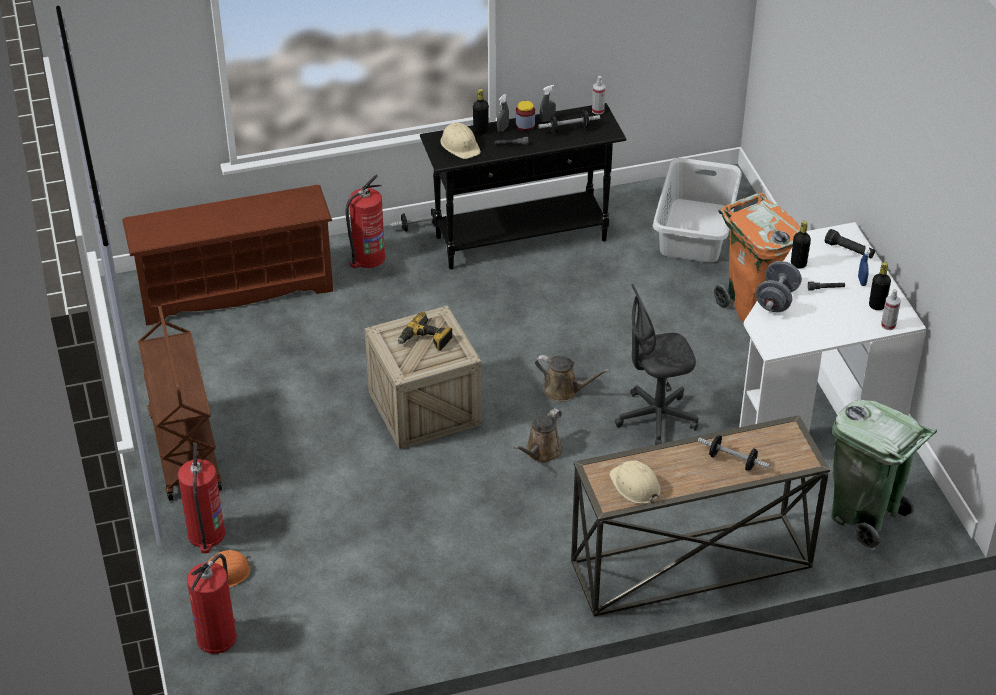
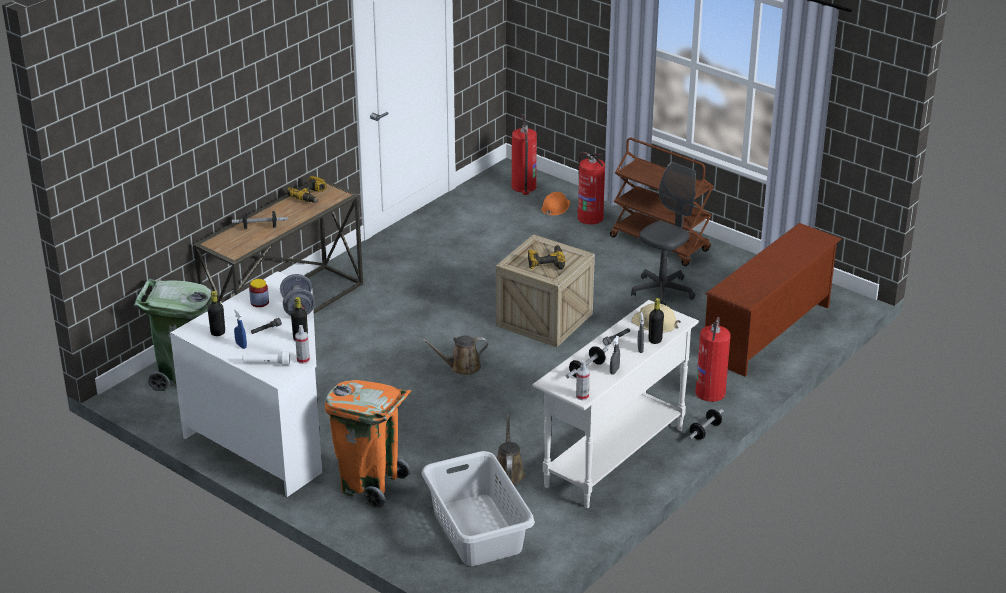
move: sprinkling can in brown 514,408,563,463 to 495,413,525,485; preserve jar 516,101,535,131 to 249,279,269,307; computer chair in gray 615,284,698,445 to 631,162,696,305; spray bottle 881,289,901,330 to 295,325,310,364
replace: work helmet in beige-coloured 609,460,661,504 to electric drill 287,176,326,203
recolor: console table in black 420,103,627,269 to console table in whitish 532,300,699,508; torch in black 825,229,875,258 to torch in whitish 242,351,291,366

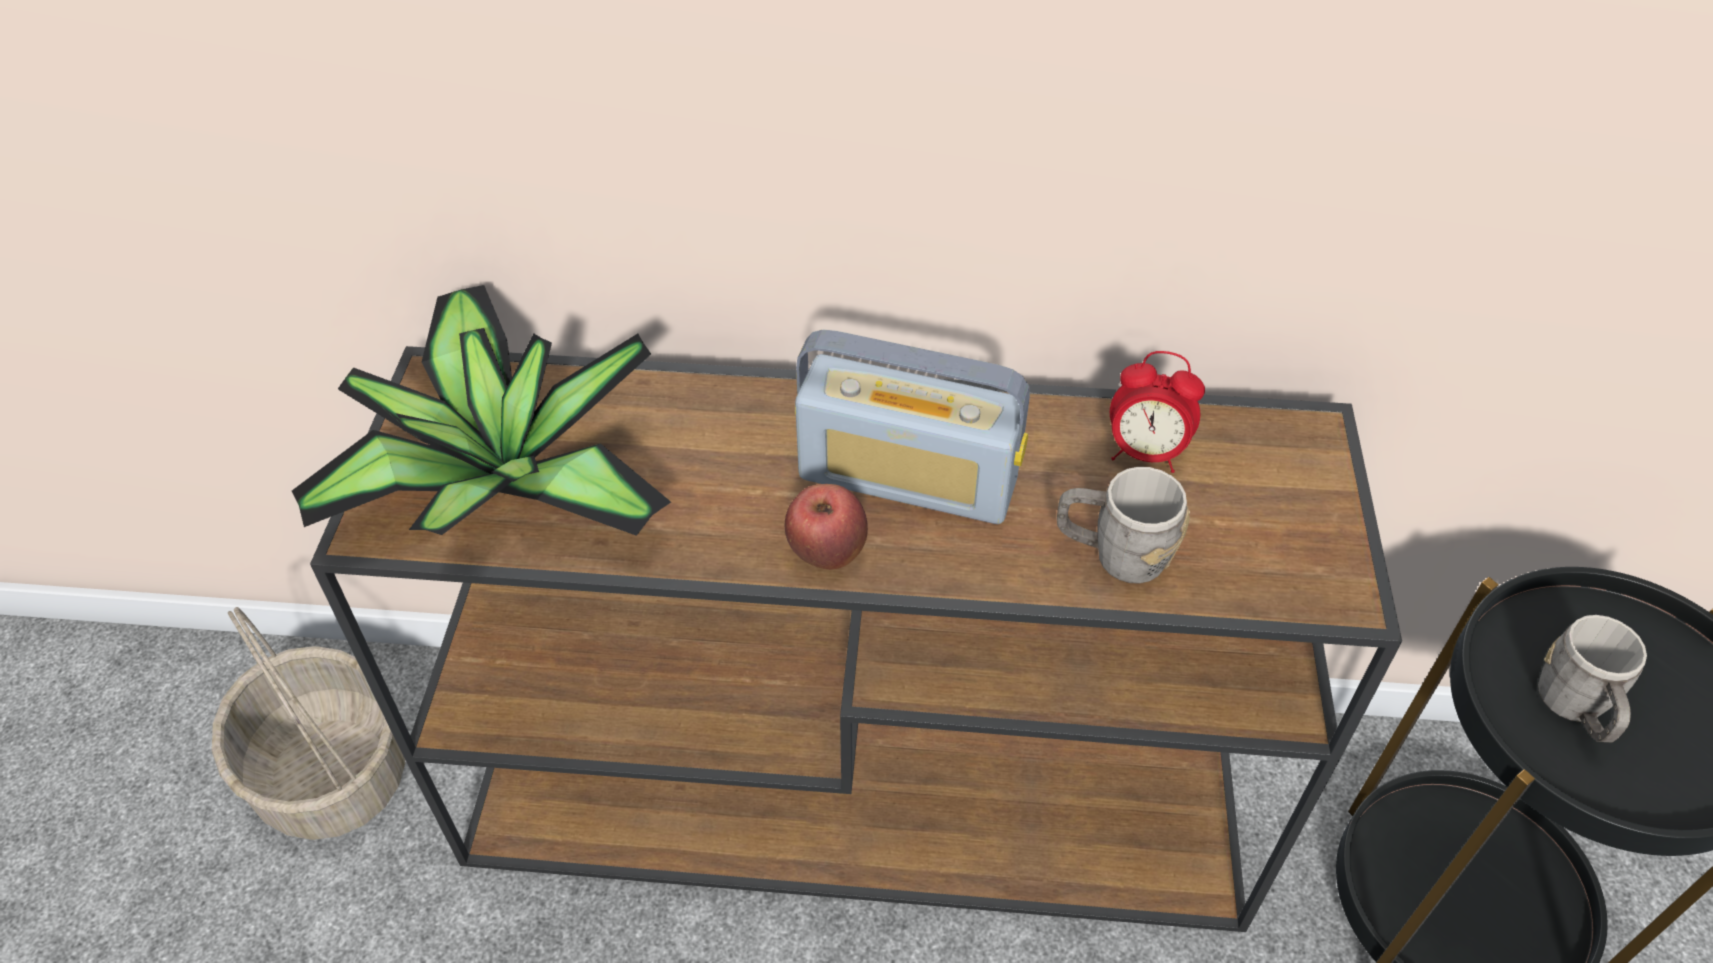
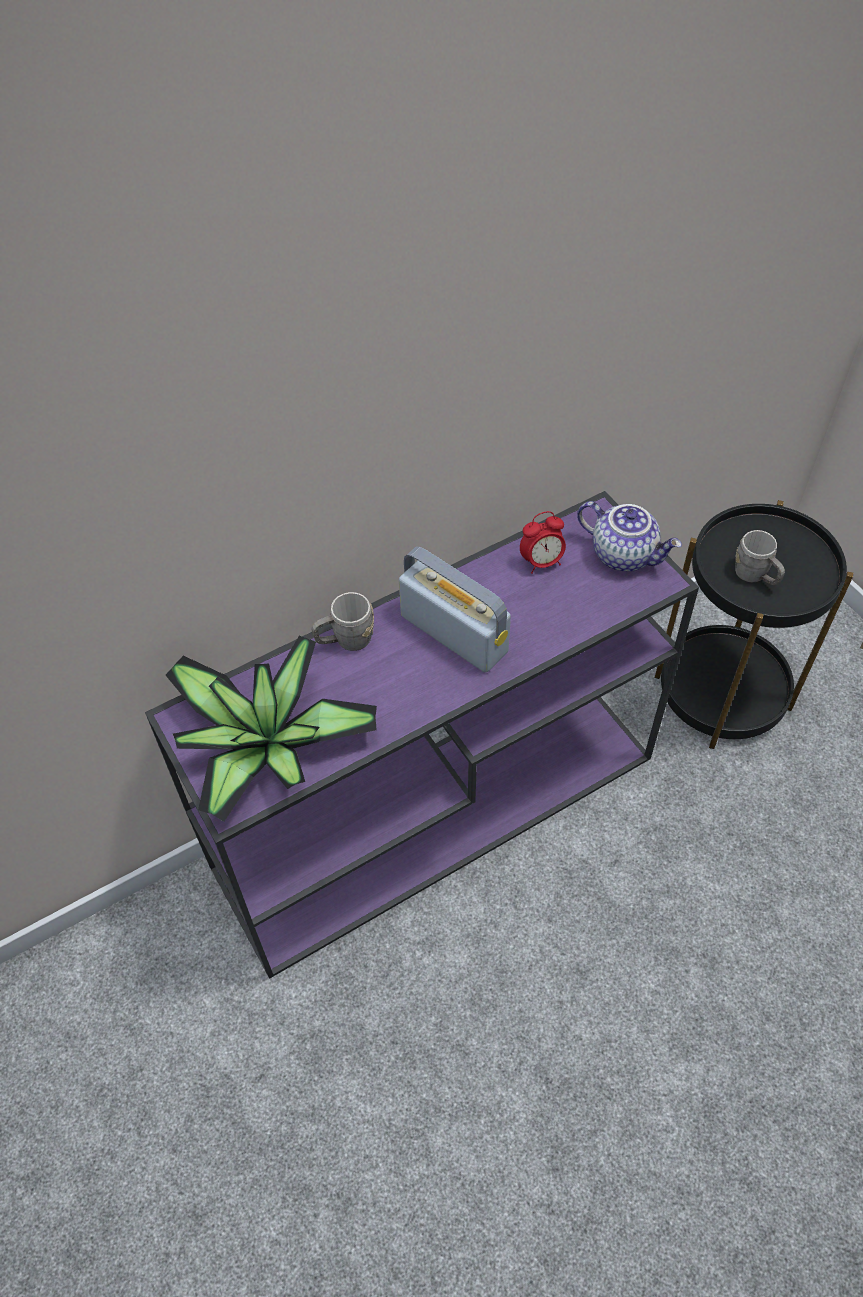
delete: basket 212,607,405,840; whole apple 785,484,868,570
insert: pot for tea 577,501,682,571
move: coffee mug in gray 1057,467,1190,584 to 311,592,374,651
recolor: console table in brown 310,346,1402,932 to console table in purplish 145,491,699,979
rotate: radio 795,330,1030,524 = 399,546,511,673 120 degrees counterclockwise

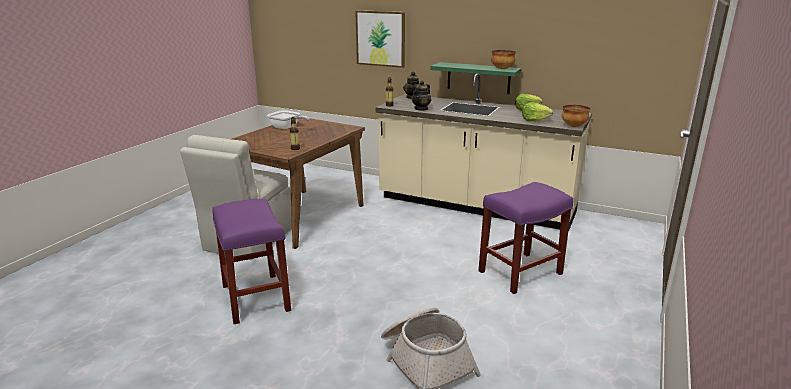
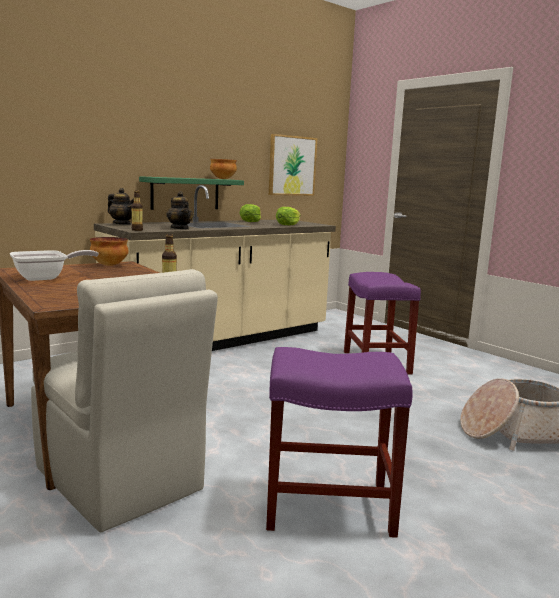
move: wall picture 355,10,405,68 to 269,134,317,196; serving bowl 561,105,590,127 to 90,237,128,266

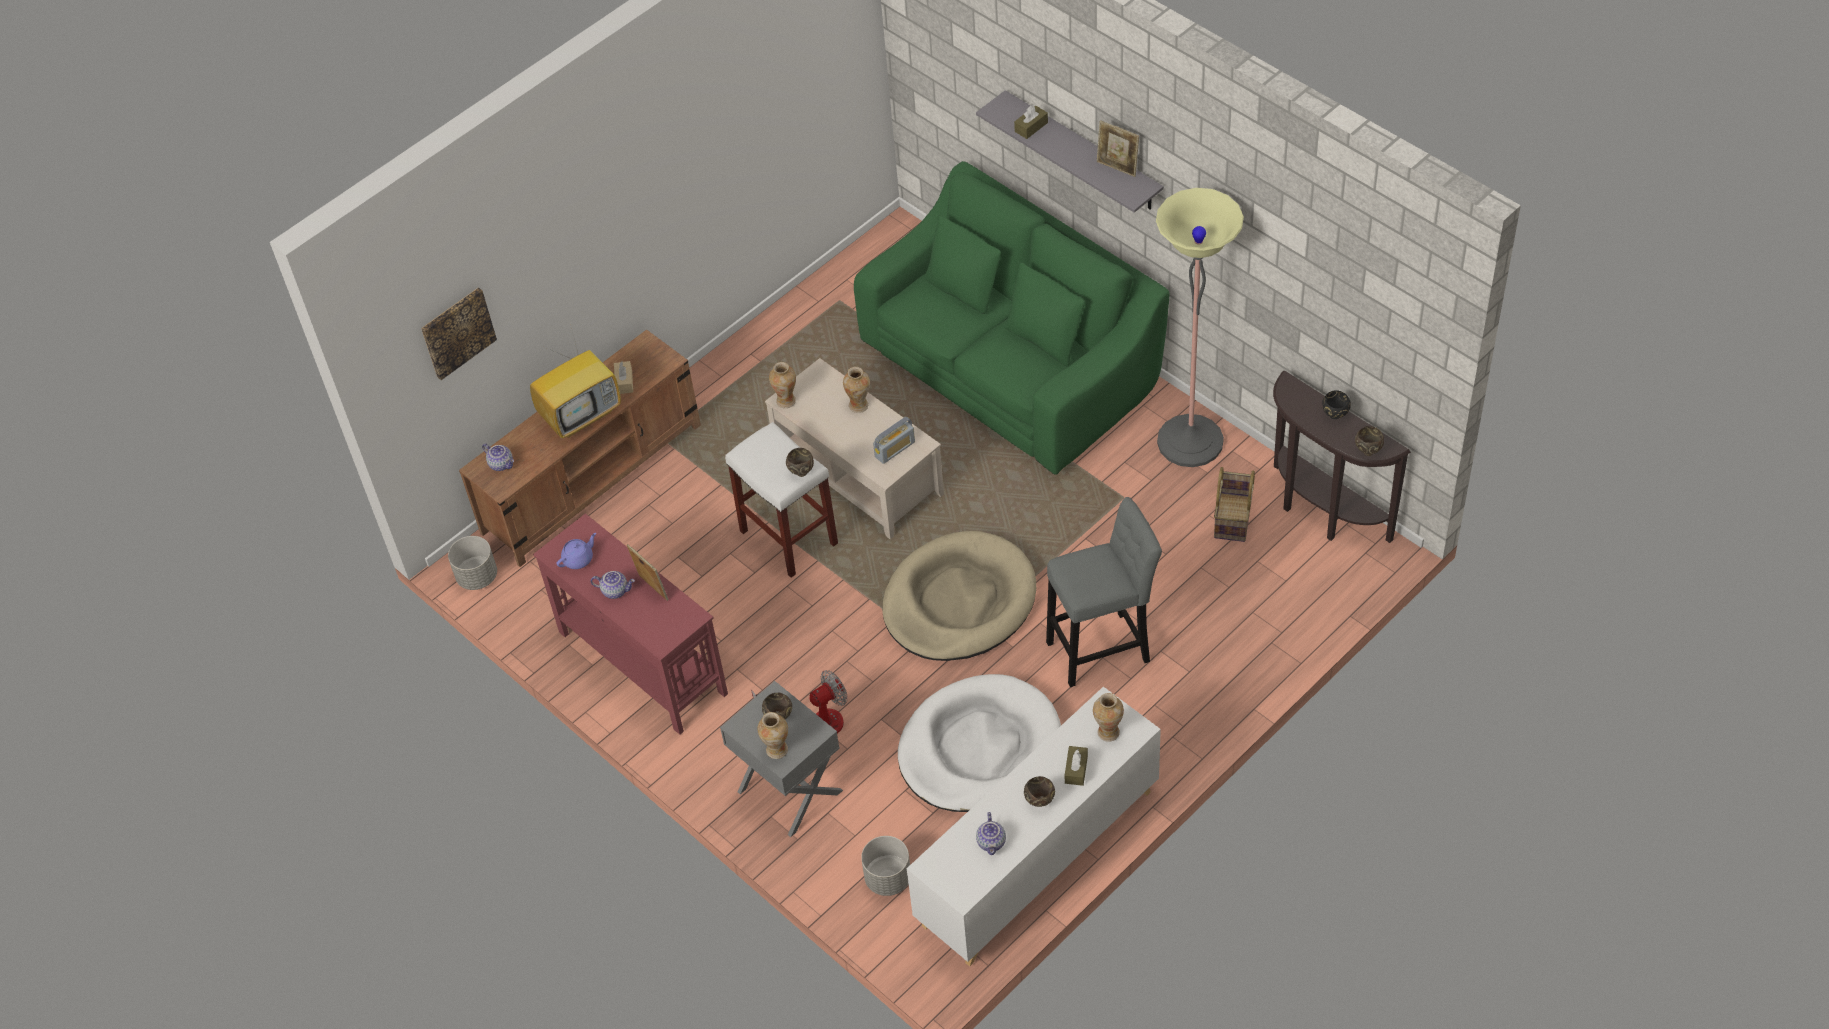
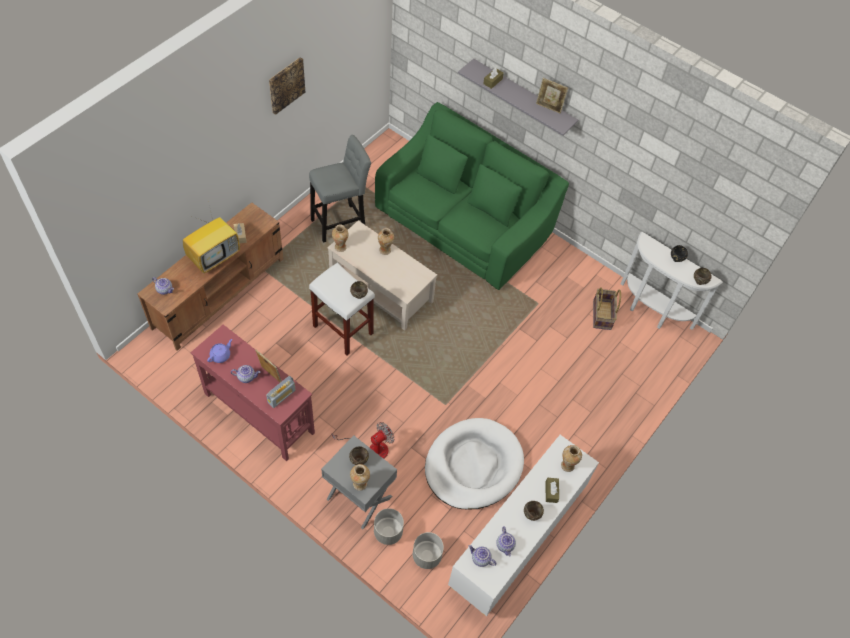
delete: dog bed in beige-coloured 882,531,1036,661; standard lamp 1156,188,1244,467
insert: pot for tea 469,545,496,567
move: wall picture 421,288,497,380 to 269,57,305,115; plant pot in gray 448,536,497,590 to 374,508,404,545; radio 873,417,915,464 to 266,376,296,408; sitting stool in gray 1046,497,1162,687 to 309,135,371,243
recolor: console table in brown 1273,371,1411,543 to console table in whitish 621,232,723,330

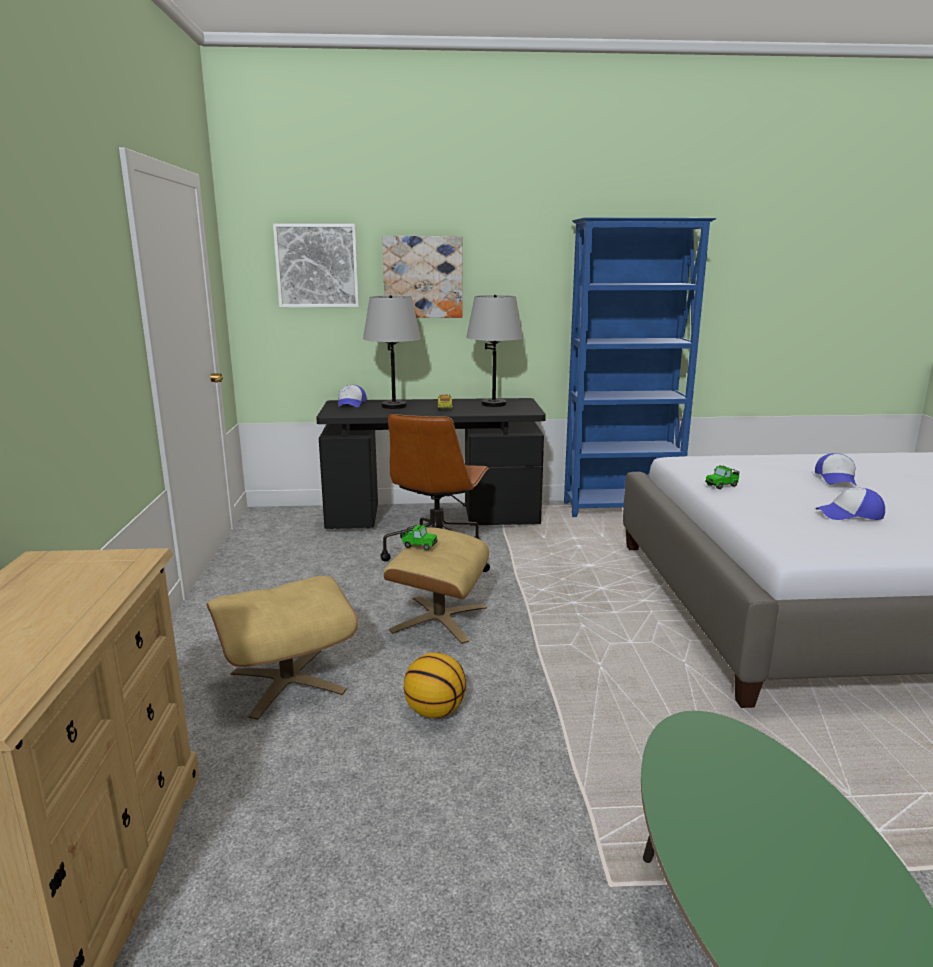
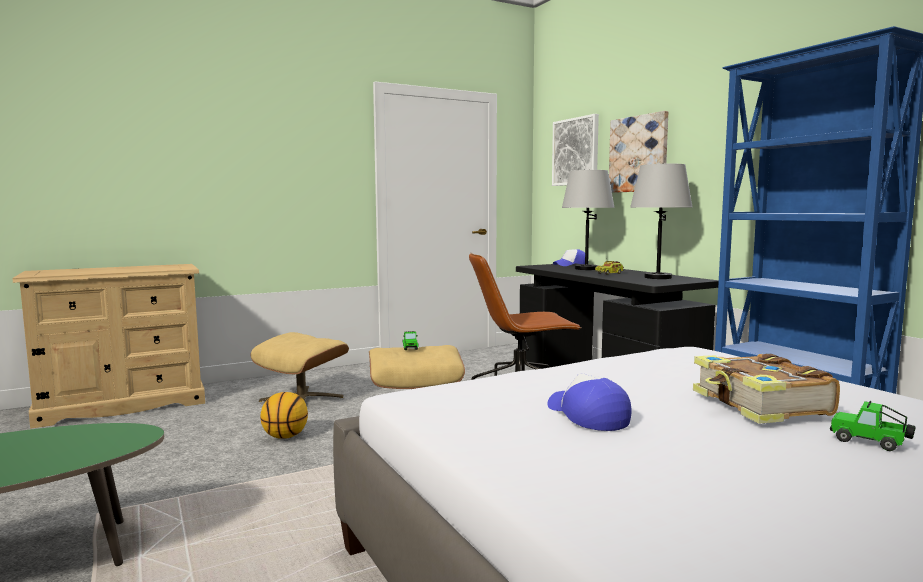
move: miniature car 705,465,739,489 to 830,401,916,451
replace: baseball cap 815,453,857,486 to book 693,353,840,424

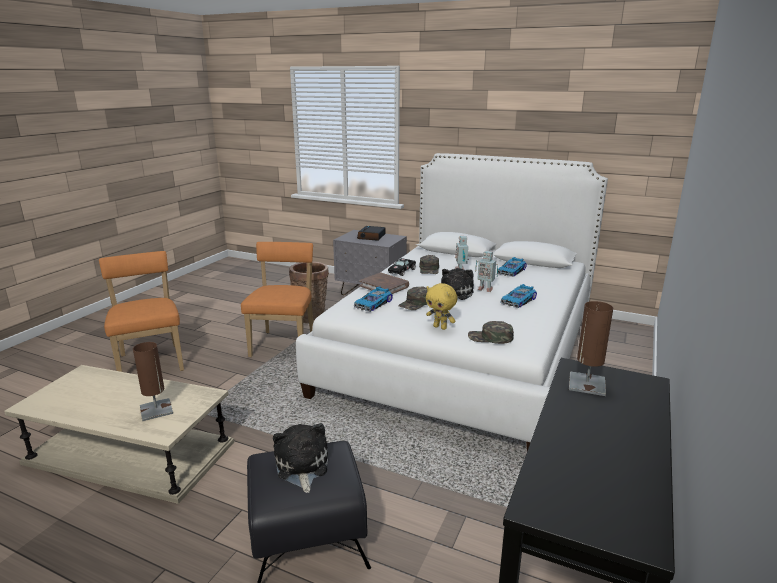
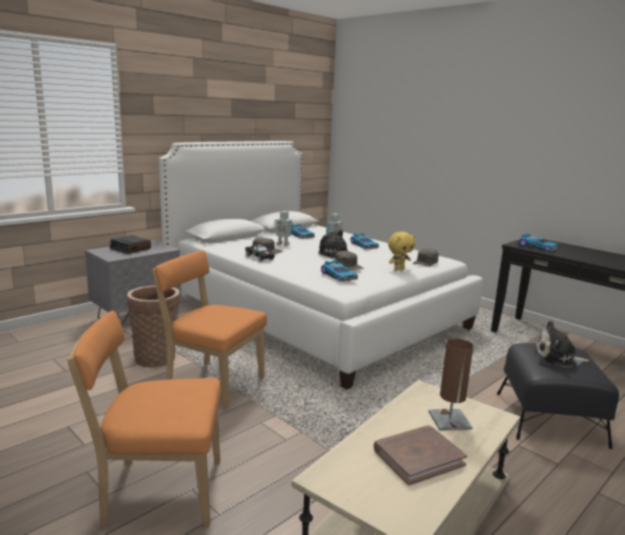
move: book in brown 359,273,409,294 to 374,425,467,486
replace: table lamp in brown 569,301,613,396 to miniature car 519,233,558,251

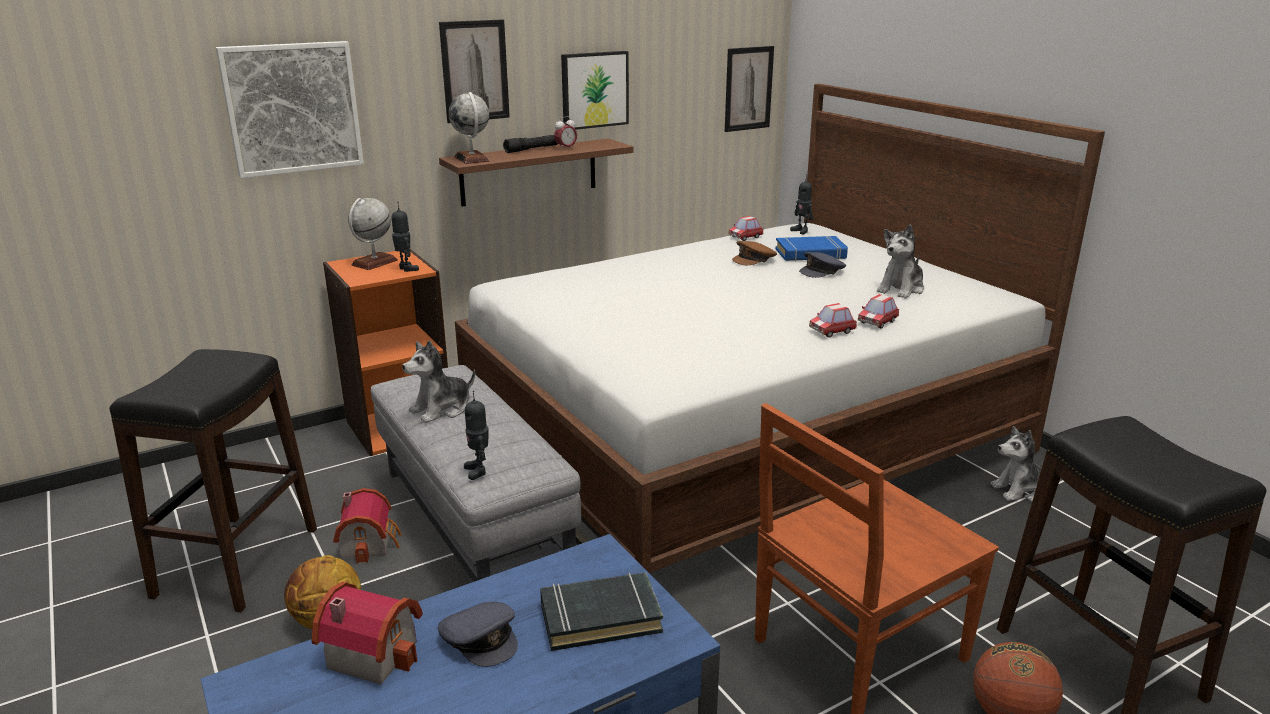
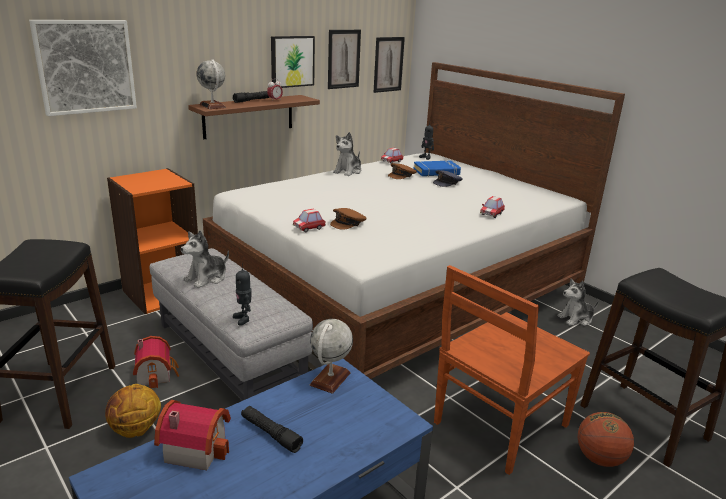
delete: model robot 392,205,419,272; book in black 540,572,663,651
insert: baseball cap in brown 330,208,367,230
move: globe 348,198,398,270 to 310,319,353,394; wall picture 439,20,510,123 to 328,30,361,89; miniature car 809,303,857,337 to 293,208,326,232; plush toy 877,225,924,299 to 333,132,361,176
replace: baseball cap in gray 438,602,518,667 to torch in black 241,406,303,453

